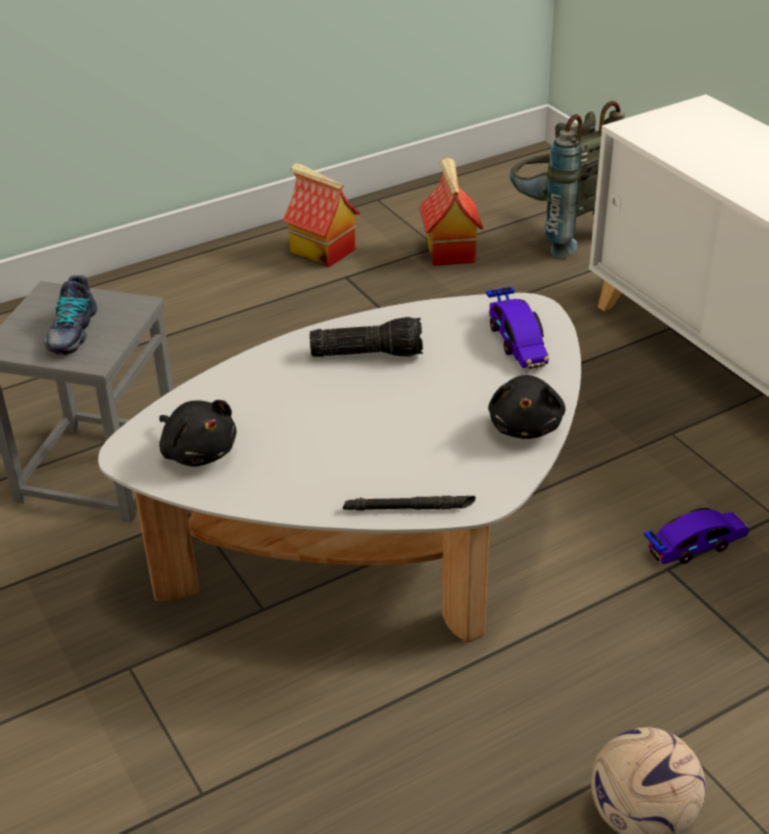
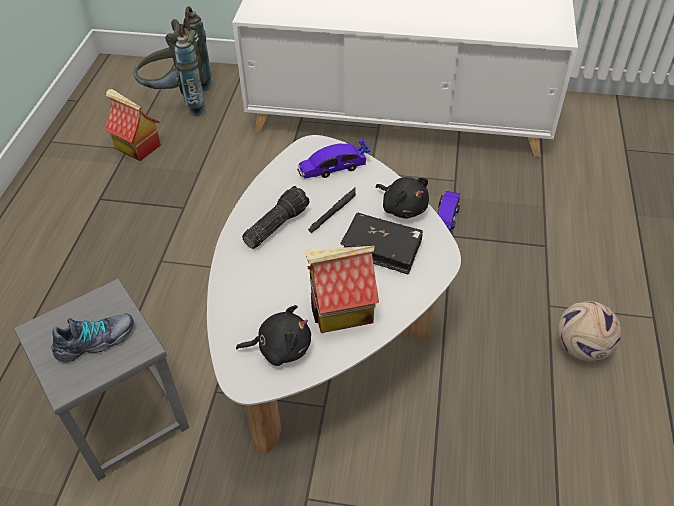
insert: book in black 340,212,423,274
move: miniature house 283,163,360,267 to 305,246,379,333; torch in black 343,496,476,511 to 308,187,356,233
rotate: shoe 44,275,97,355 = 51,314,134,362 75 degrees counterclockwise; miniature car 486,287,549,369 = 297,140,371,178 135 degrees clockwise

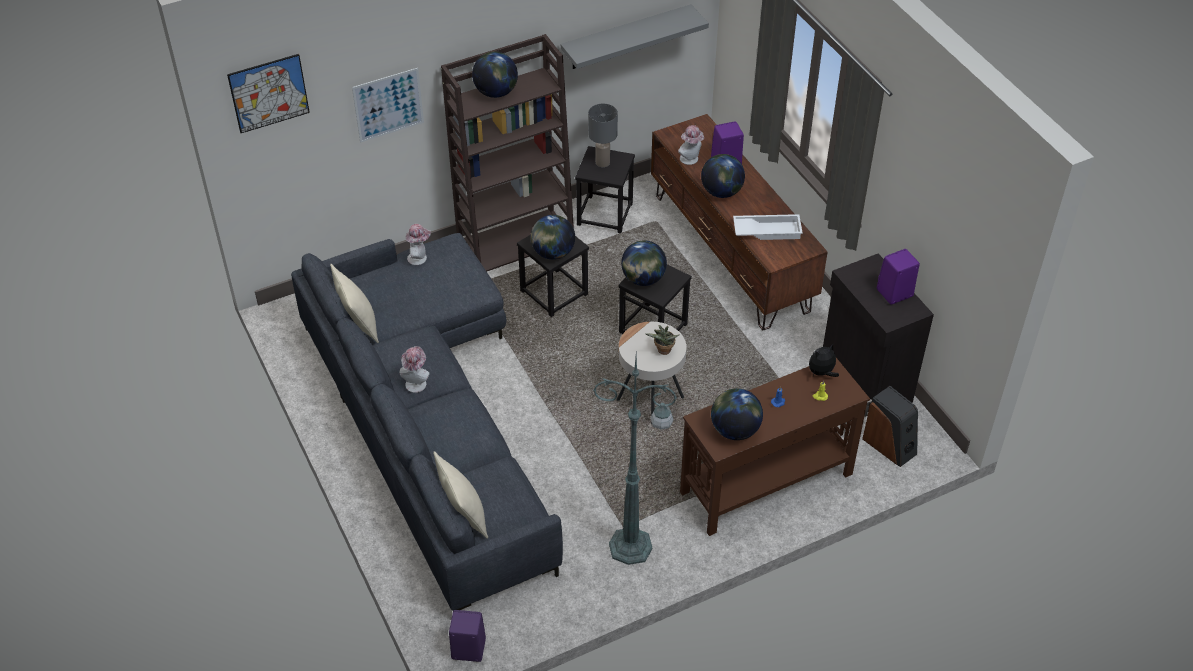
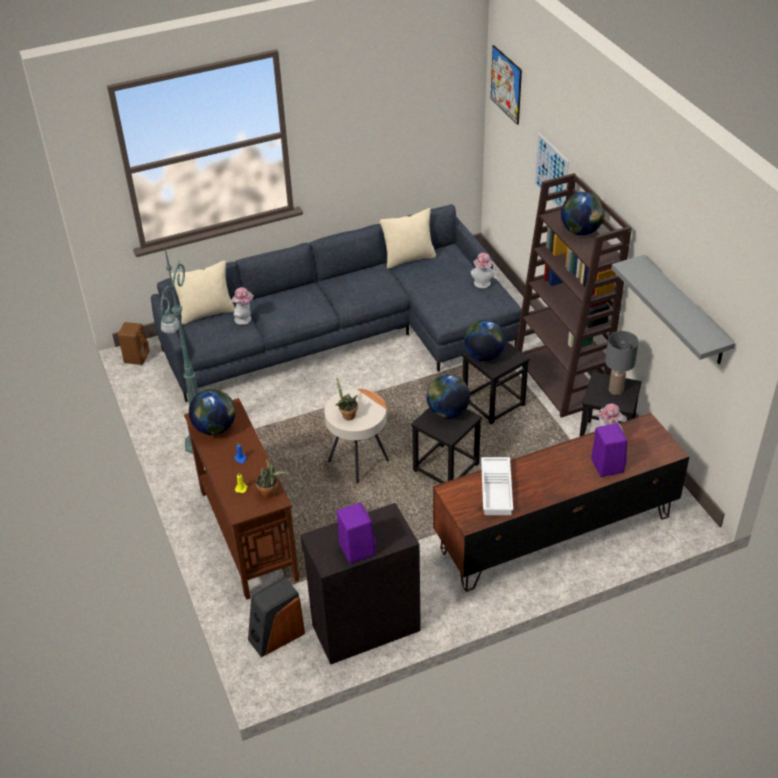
delete: globe 701,154,745,198
move: clothing hat 400,346,430,393 to 232,287,254,325
replace: plush toy 809,344,839,377 to plant in a pot 256,459,287,498
recolor: audio speaker in purplish 449,610,486,662 to audio speaker in brown 118,322,149,365

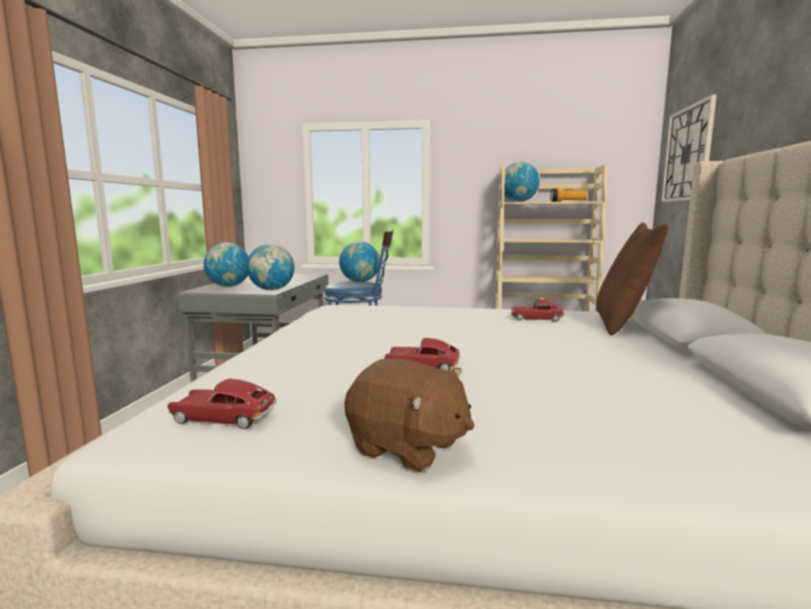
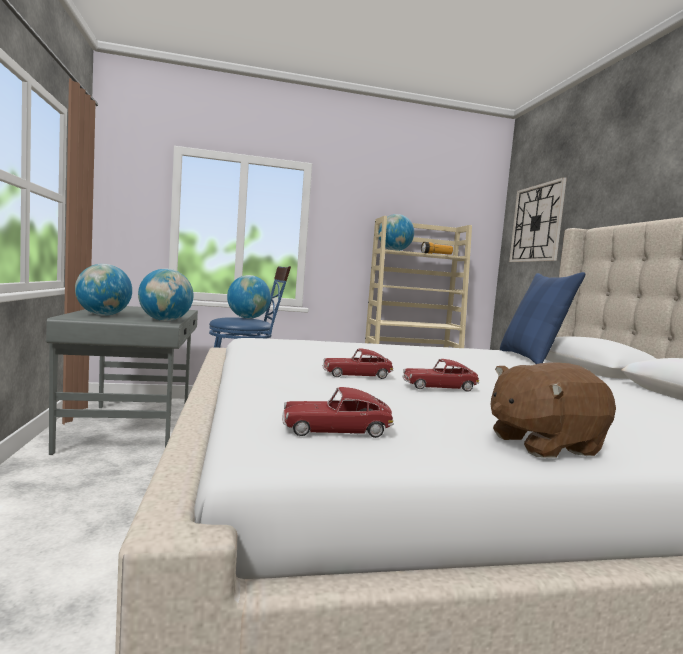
move: miniature car 511,299,565,322 to 323,349,394,379
recolor: pillow in brown 596,223,669,335 to pillow in blue 500,272,586,364
rotate: plush toy in brown 345,358,475,472 = 490,363,616,458 150 degrees clockwise

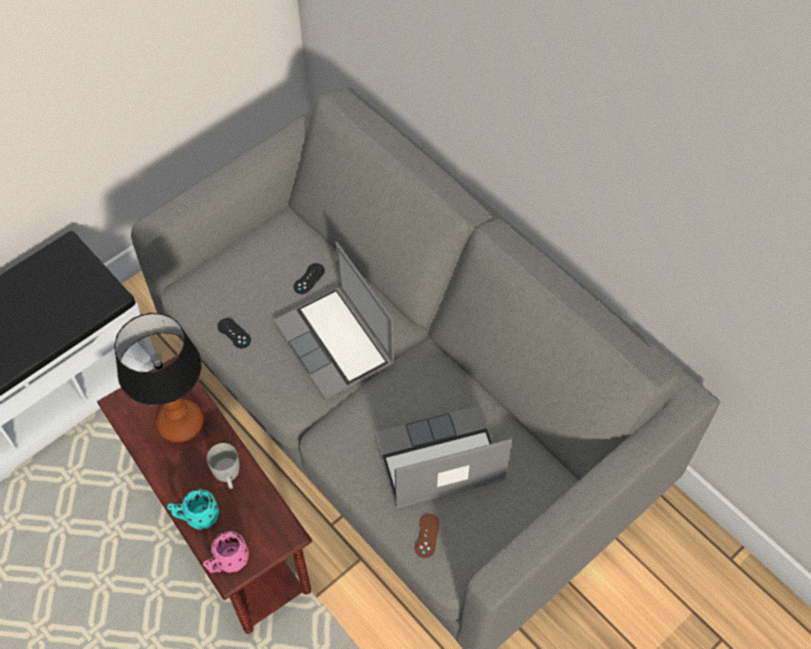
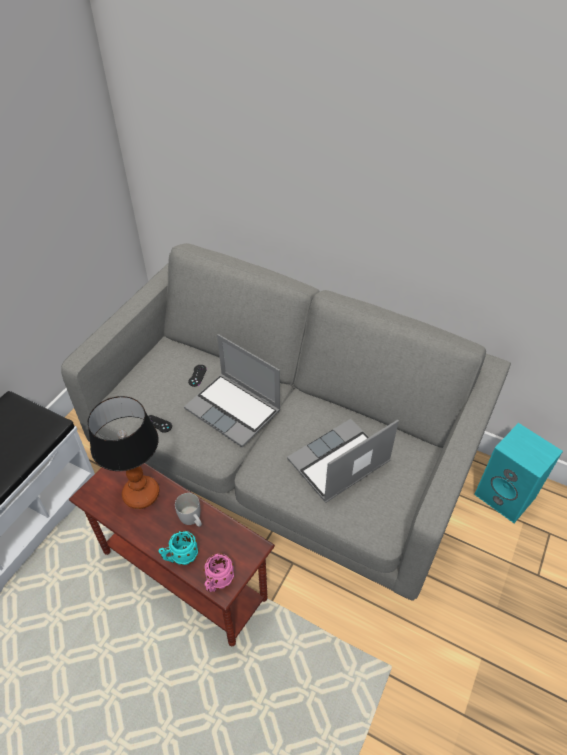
delete: joypad in brown 415,514,440,558
insert: audio speaker in turquoise 474,423,563,523

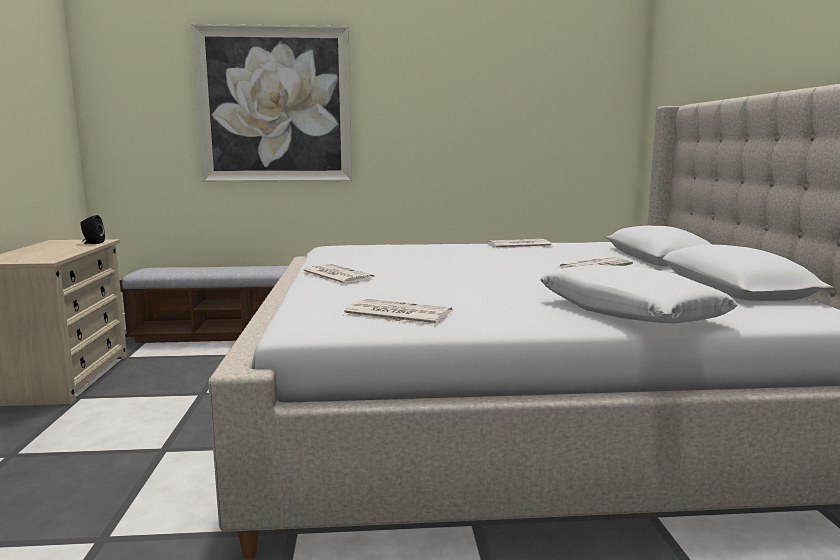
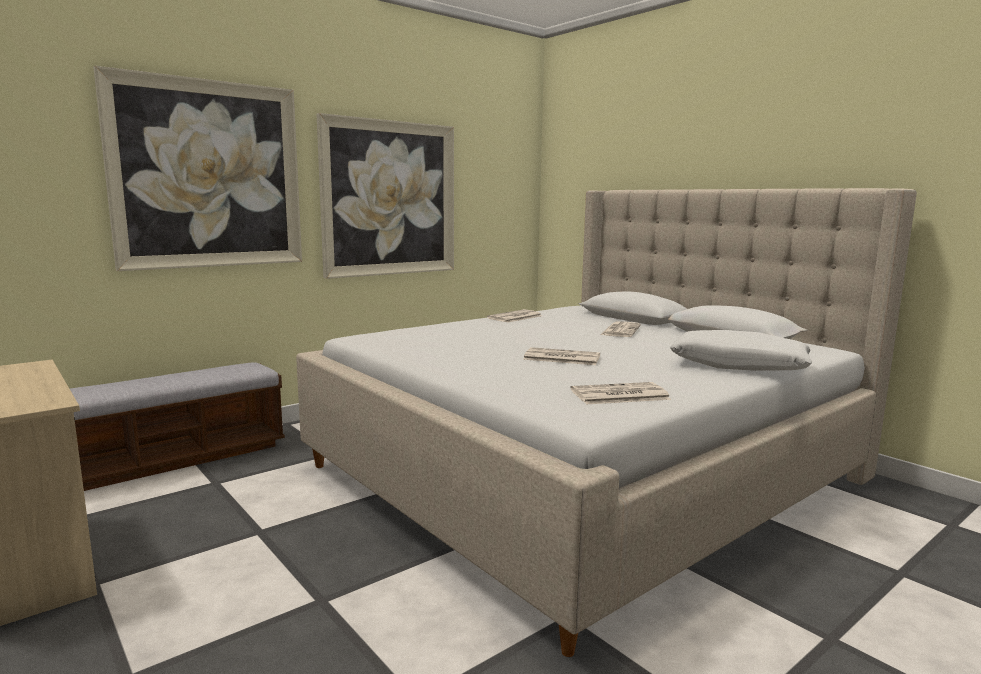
delete: audio speaker in black 80,215,105,244
insert: wall picture 317,113,454,279
move: newspaper 301,264,375,285 to 523,347,600,365

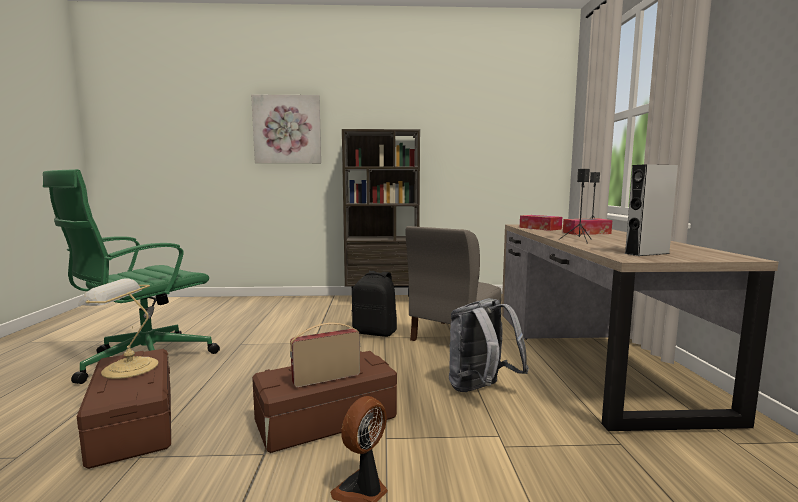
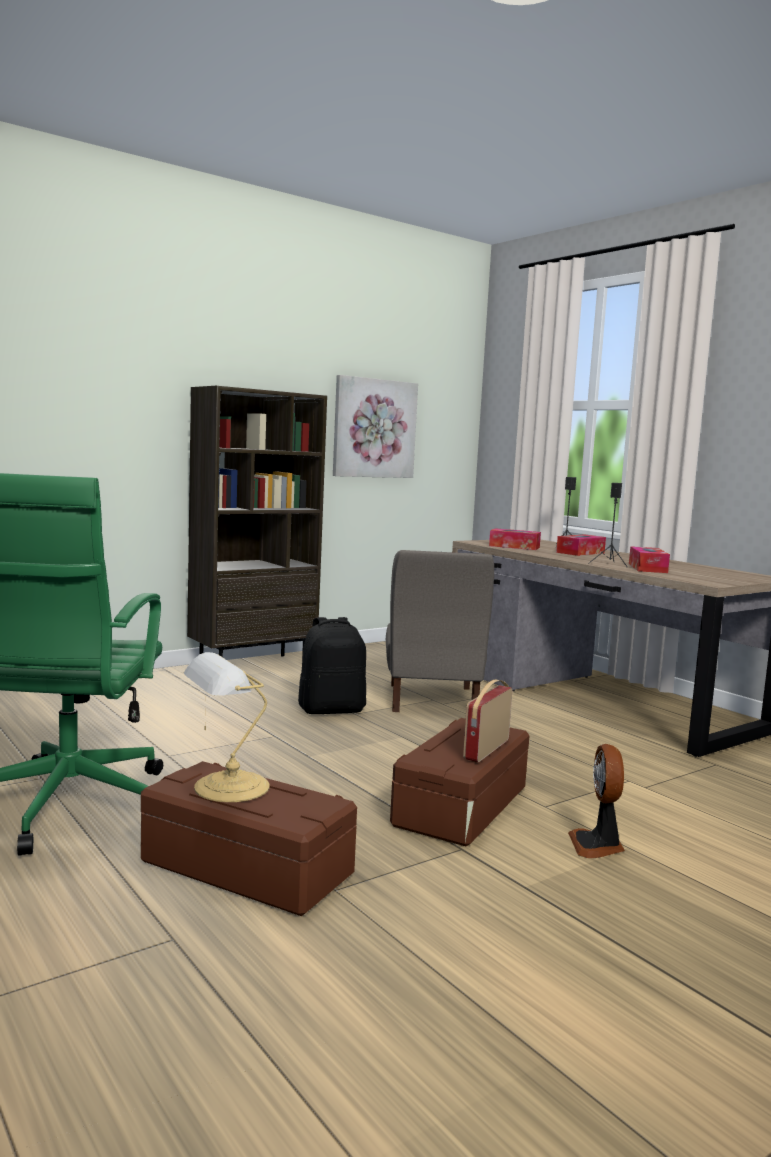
delete: backpack in gray 449,298,529,392; audio speaker in gray 624,164,678,256
insert: box of tissues 629,546,670,573
move: wall picture 251,95,321,163 to 333,375,418,478

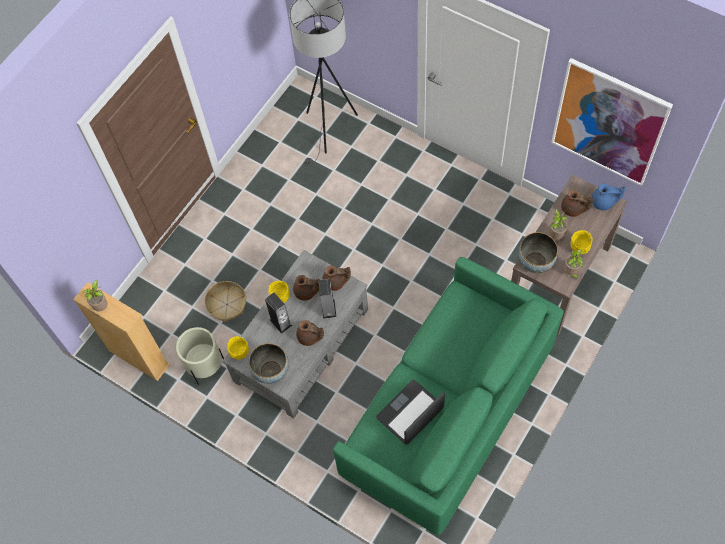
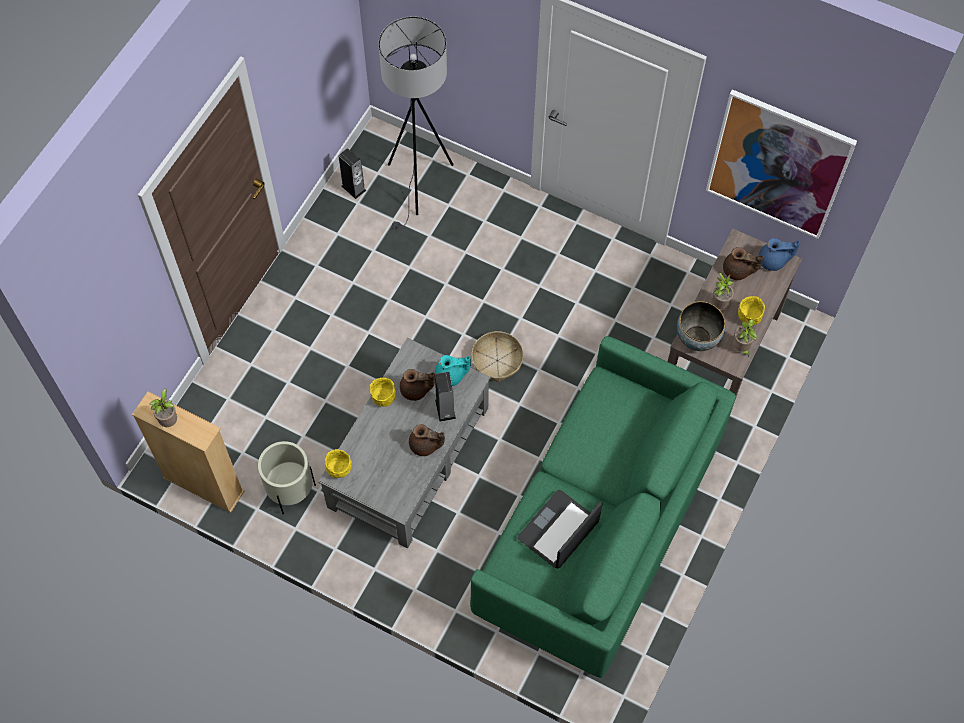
delete: serving bowl 249,343,289,384
move: basket 204,281,246,322 to 471,331,524,382; audio speaker 265,293,292,334 to 338,148,366,199
recolor: pot for tea in brown 322,265,351,291 to pot for tea in turquoise 435,355,471,386

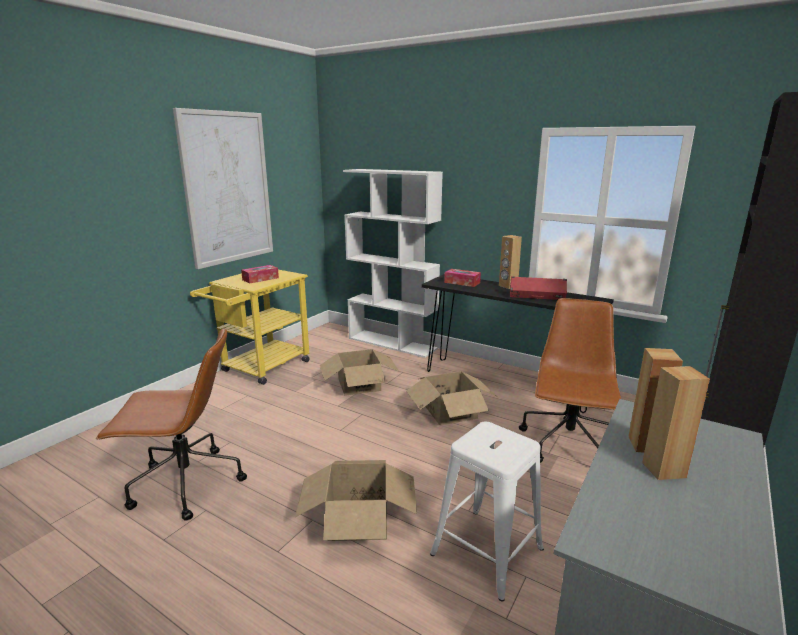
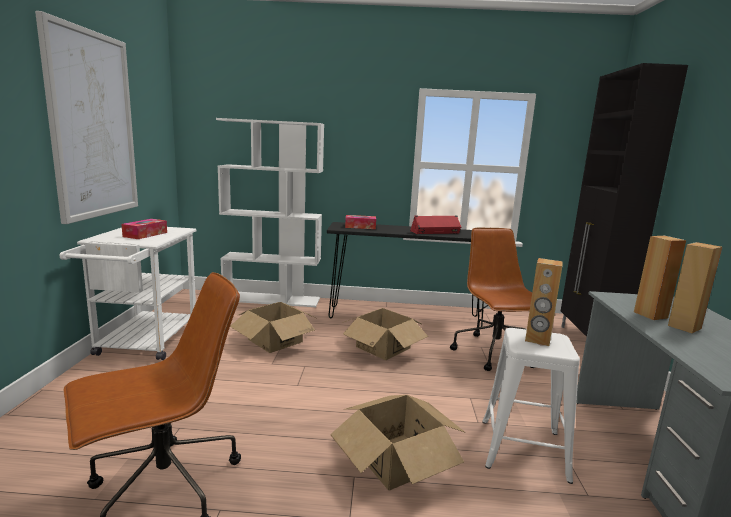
move: audio speaker in brown 499,235,522,289 to 525,258,562,346
recolor: trolley in yellowish 190,270,310,385 to trolley in whitish 60,227,197,360

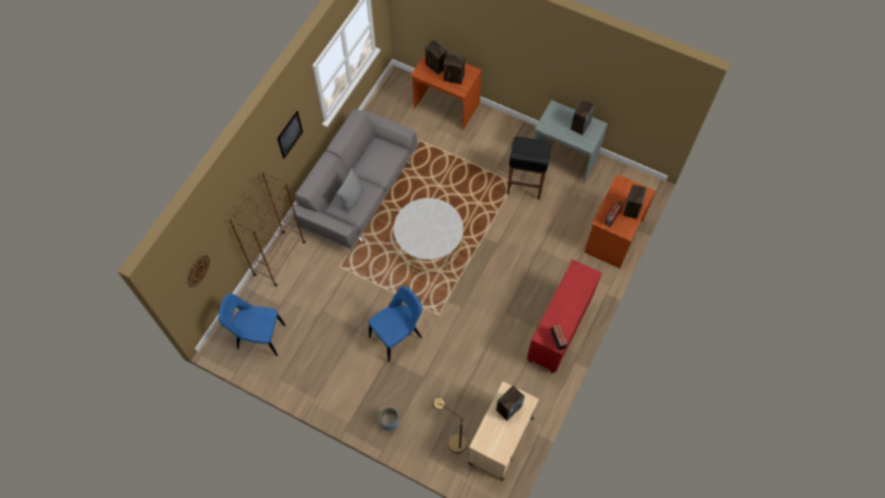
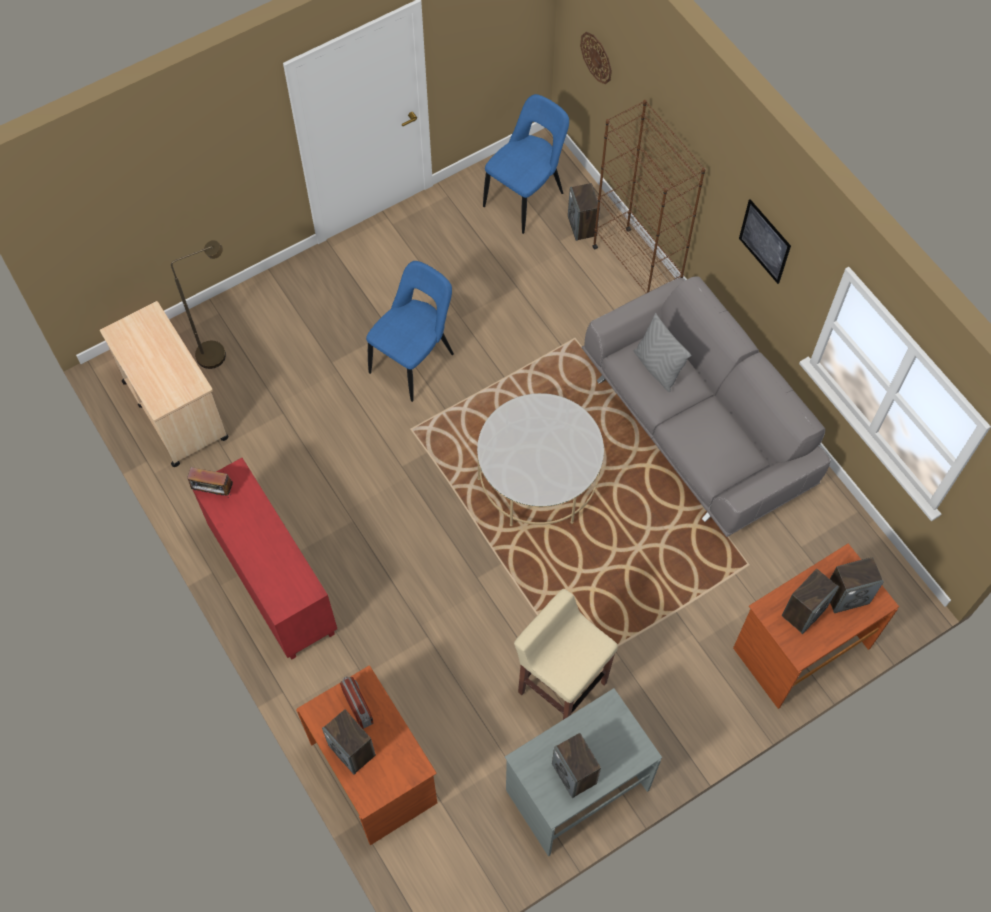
delete: plant pot in blue 379,407,399,431
move: audio speaker 496,385,525,421 to 568,183,600,241
recolor: sitting stool in black 507,137,551,200 to sitting stool in beige-coloured 514,589,618,720
rotate: plain chair in blue 368,286,422,362 = 366,261,454,402 135 degrees counterclockwise

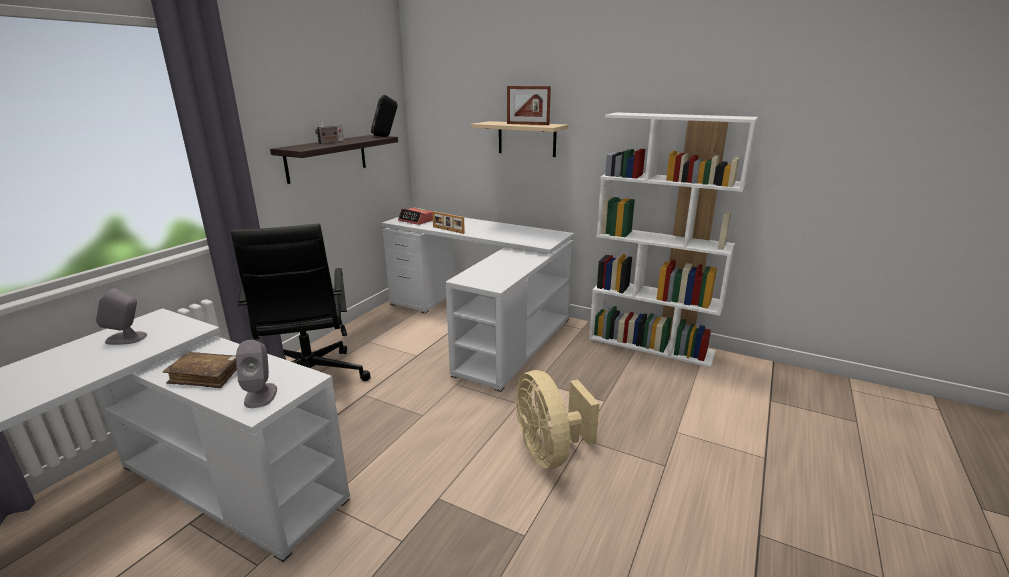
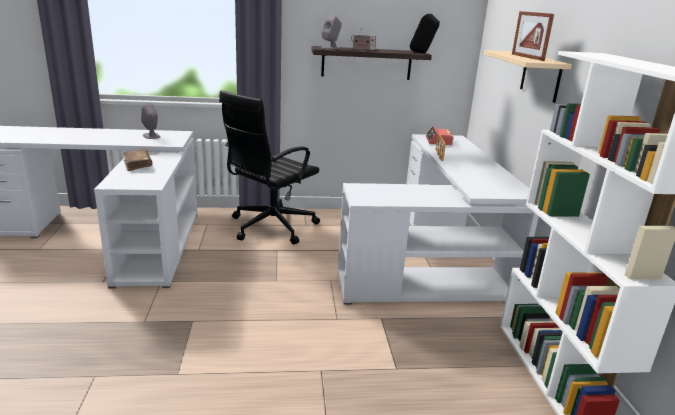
delete: cooling fan in beige-coloured 516,370,599,469
move: audio speaker in gray 236,340,277,408 to 322,15,342,49

